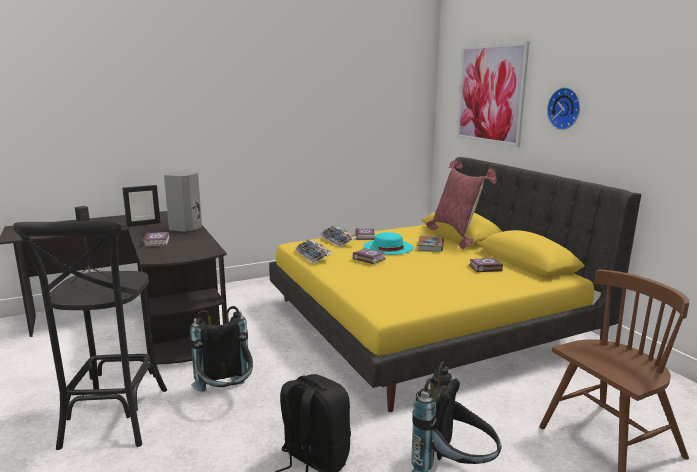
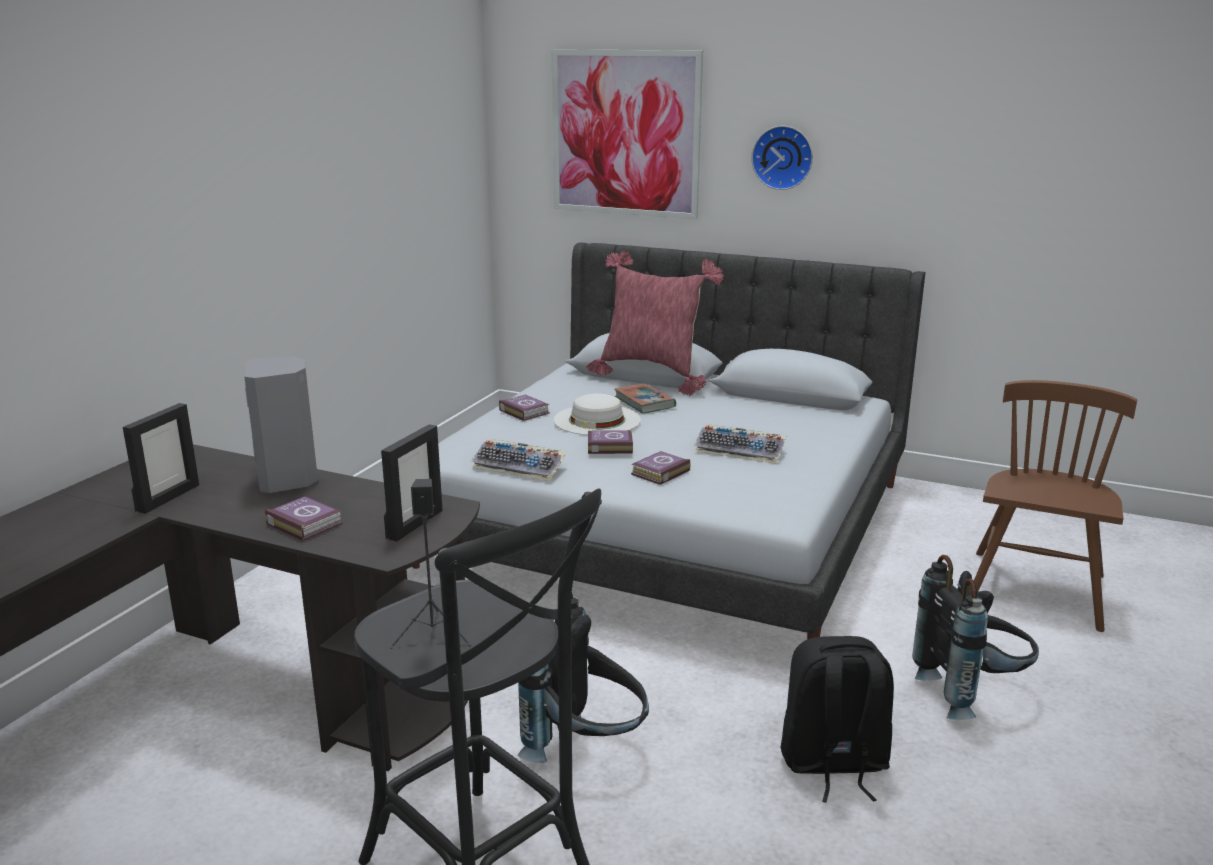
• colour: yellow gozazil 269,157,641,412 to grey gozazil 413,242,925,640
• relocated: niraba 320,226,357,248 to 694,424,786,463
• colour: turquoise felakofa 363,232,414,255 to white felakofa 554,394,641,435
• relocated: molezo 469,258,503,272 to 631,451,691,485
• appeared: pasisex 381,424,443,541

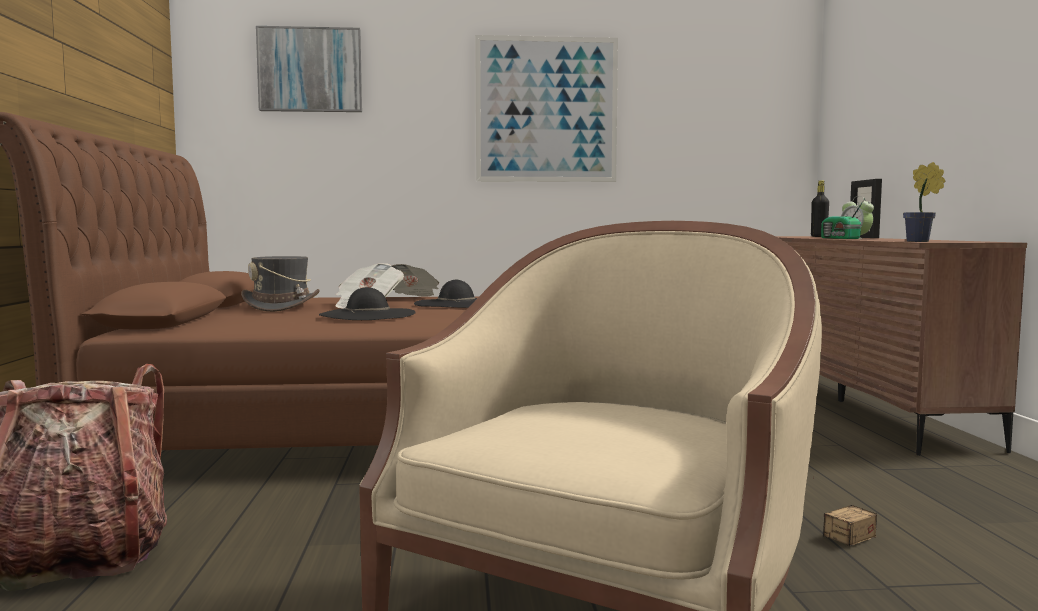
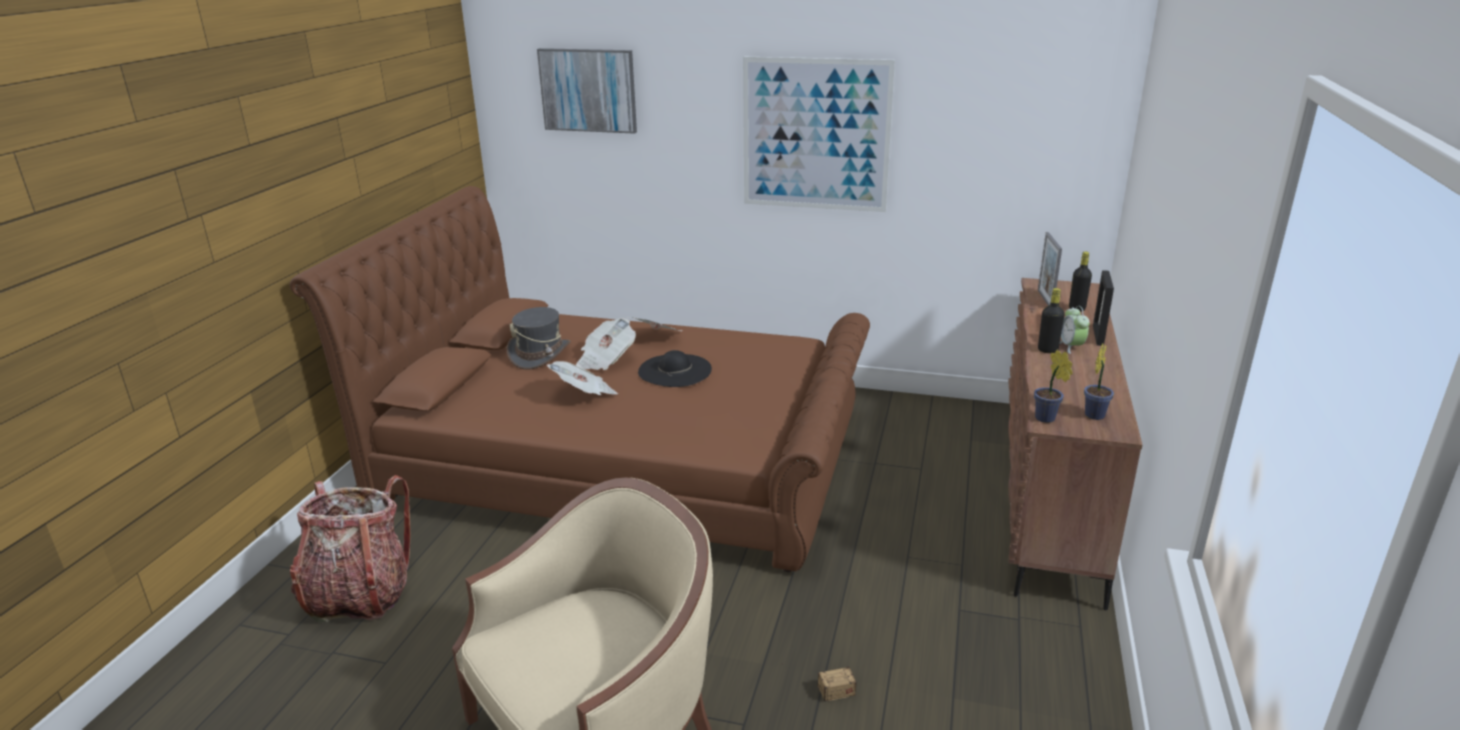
• exchanged: black felakofa 319,287,416,320 to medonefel 547,361,618,395
• exchanged: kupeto 821,200,864,239 to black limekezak 1038,288,1065,353
• appeared: pasisex 1038,232,1062,306
• appeared: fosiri 1084,344,1114,420

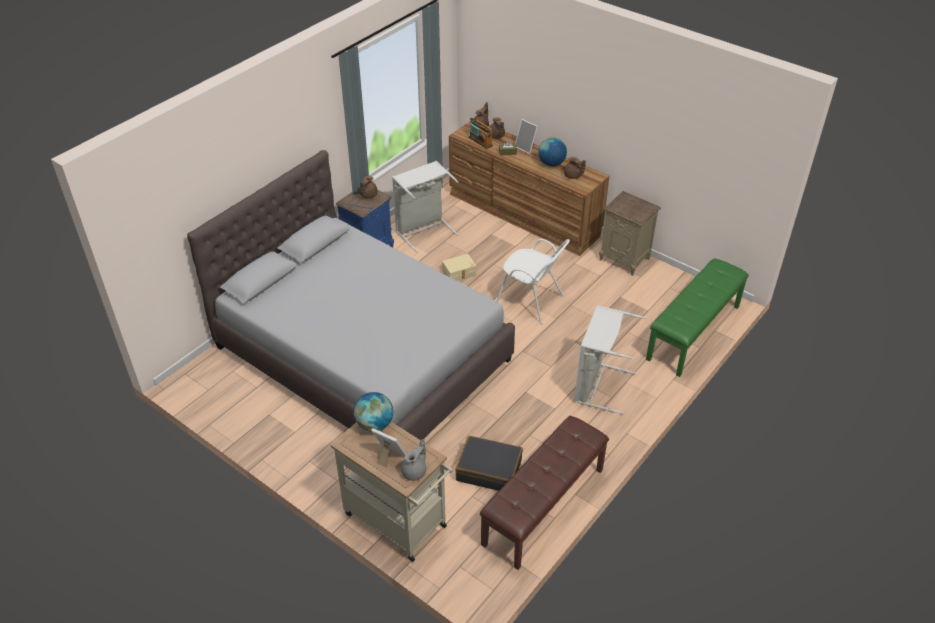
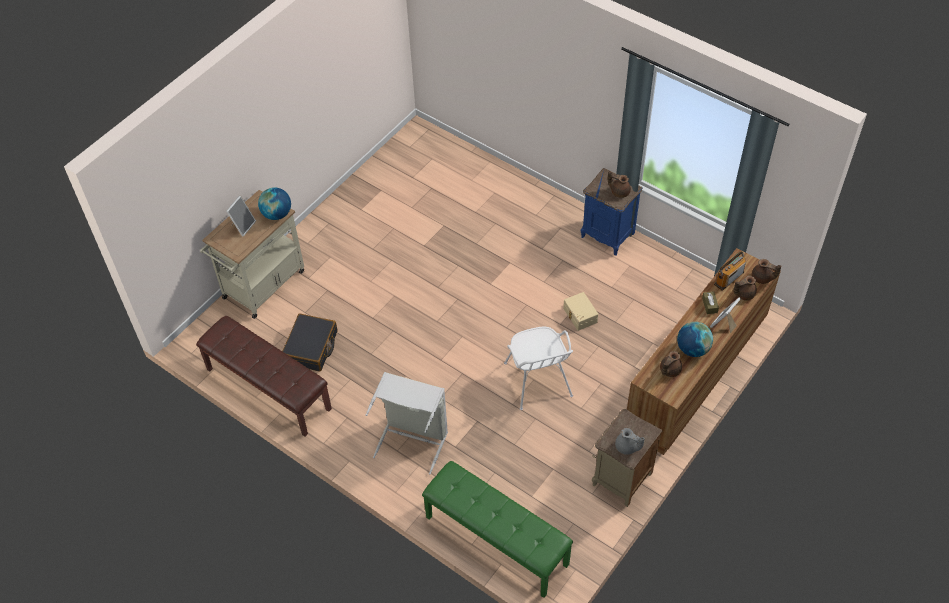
• missing: grey gozazil 187,150,515,440
• missing: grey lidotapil 392,161,459,253
• relocated: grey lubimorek 401,439,426,481 to 615,428,645,455
• spun: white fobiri 496,239,570,325 = 504,327,573,410 45 degrees counterclockwise

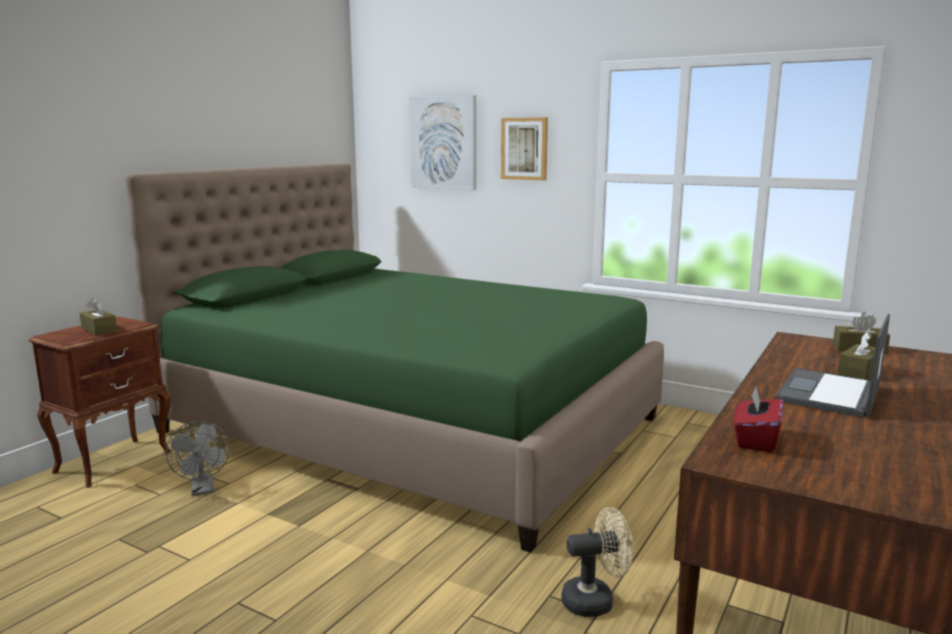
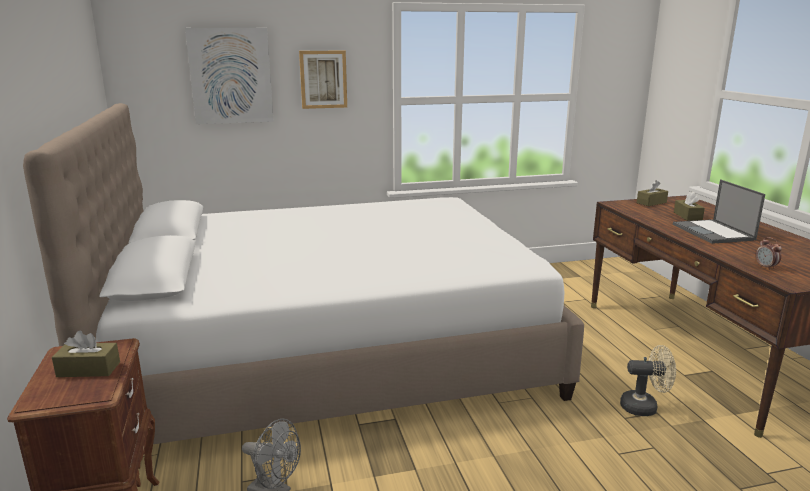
• colour: green gozazil 125,163,664,553 to white gozazil 23,103,584,444
• spun: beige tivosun 562,507,634,617 = 620,345,676,416 60 degrees clockwise
• exchanged: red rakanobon 734,387,784,452 to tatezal 756,237,782,270

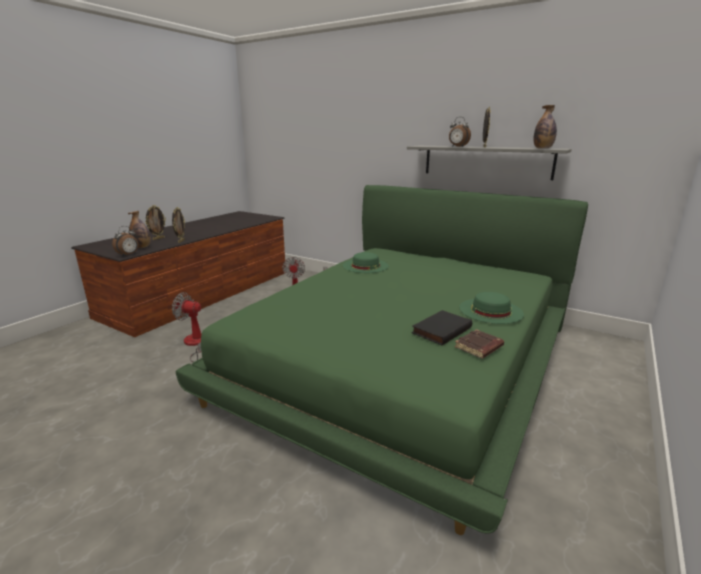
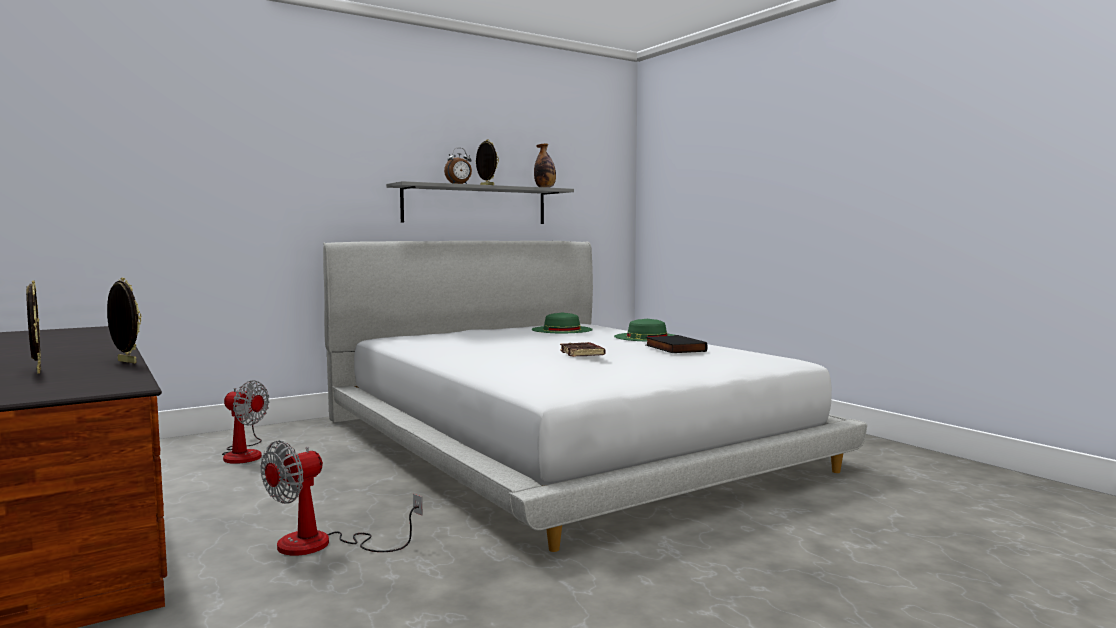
• missing: tatezal 112,226,138,257
• missing: limekezak 128,211,151,248
• colour: green gozazil 176,185,588,535 to white gozazil 323,241,867,552
• relocated: green felakofa 343,252,389,273 to 532,313,593,333
• relocated: brown molezo 454,329,504,358 to 560,342,606,357

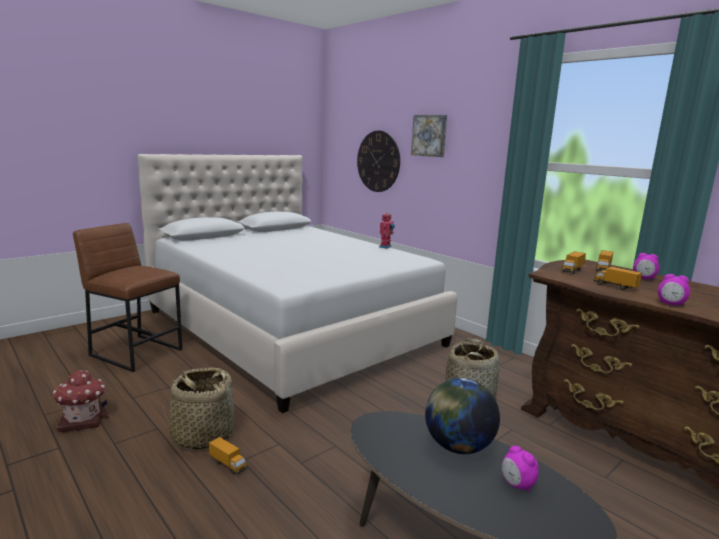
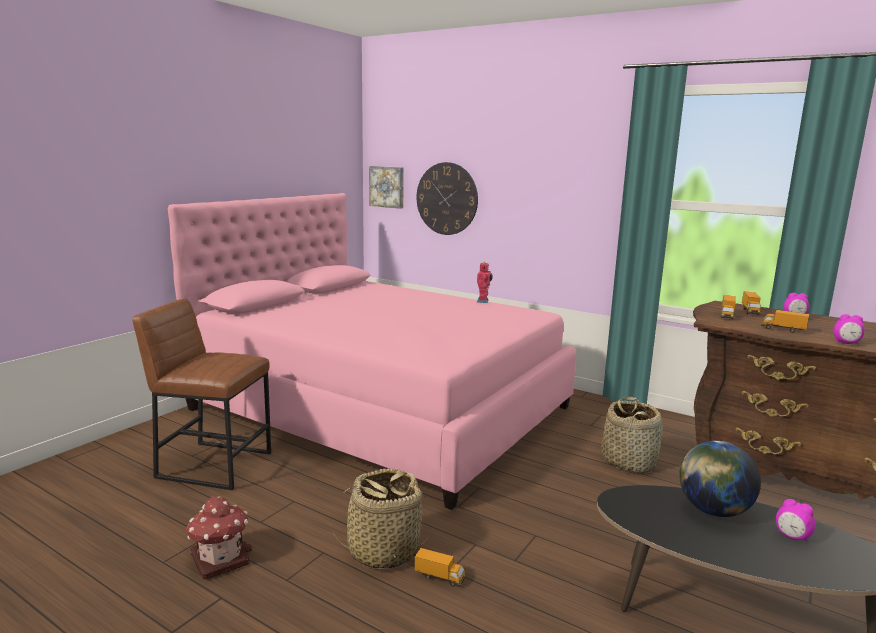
• colour: white gozazil 137,154,458,413 to pink gozazil 168,193,576,510
• relocated: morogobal 411,115,447,157 to 369,166,404,209

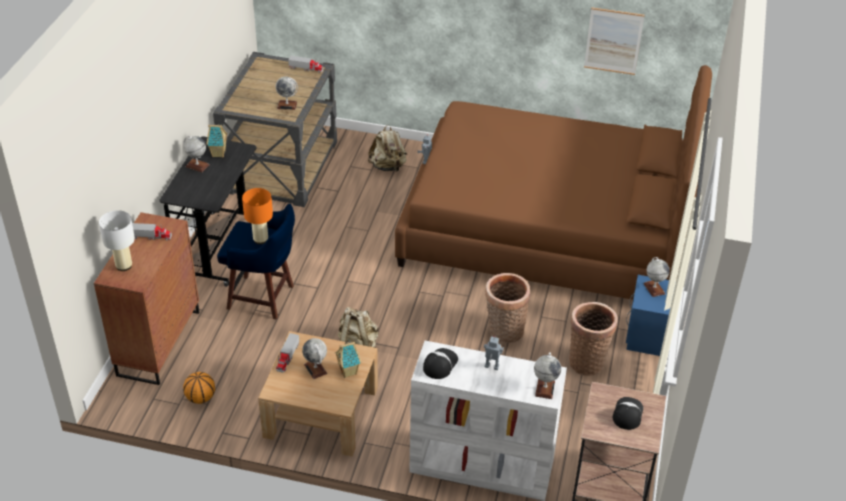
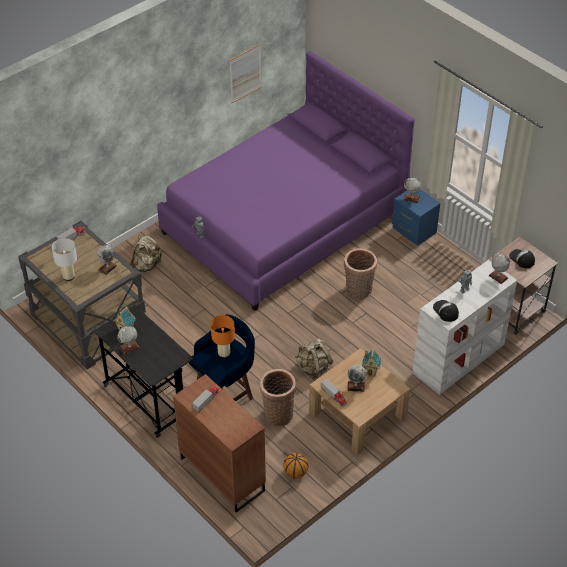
• relocated: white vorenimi 99,210,135,271 to 52,238,77,281
• colour: brown gozazil 395,65,712,300 to purple gozazil 157,51,415,311
• relocated: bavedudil 569,302,618,376 to 260,369,296,426

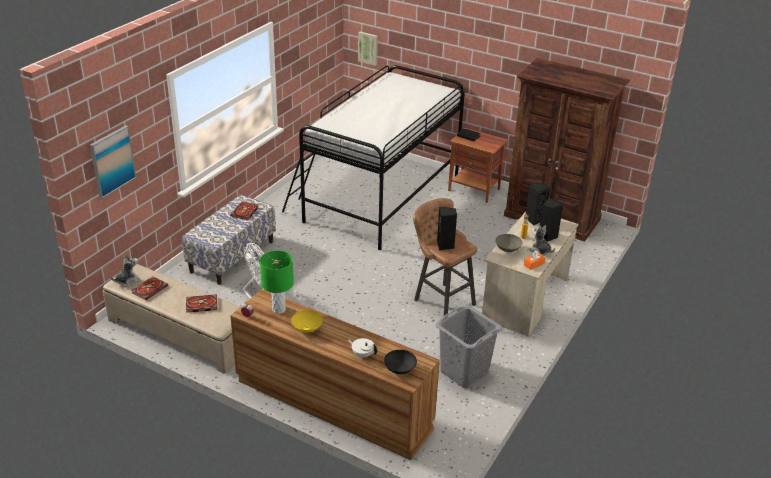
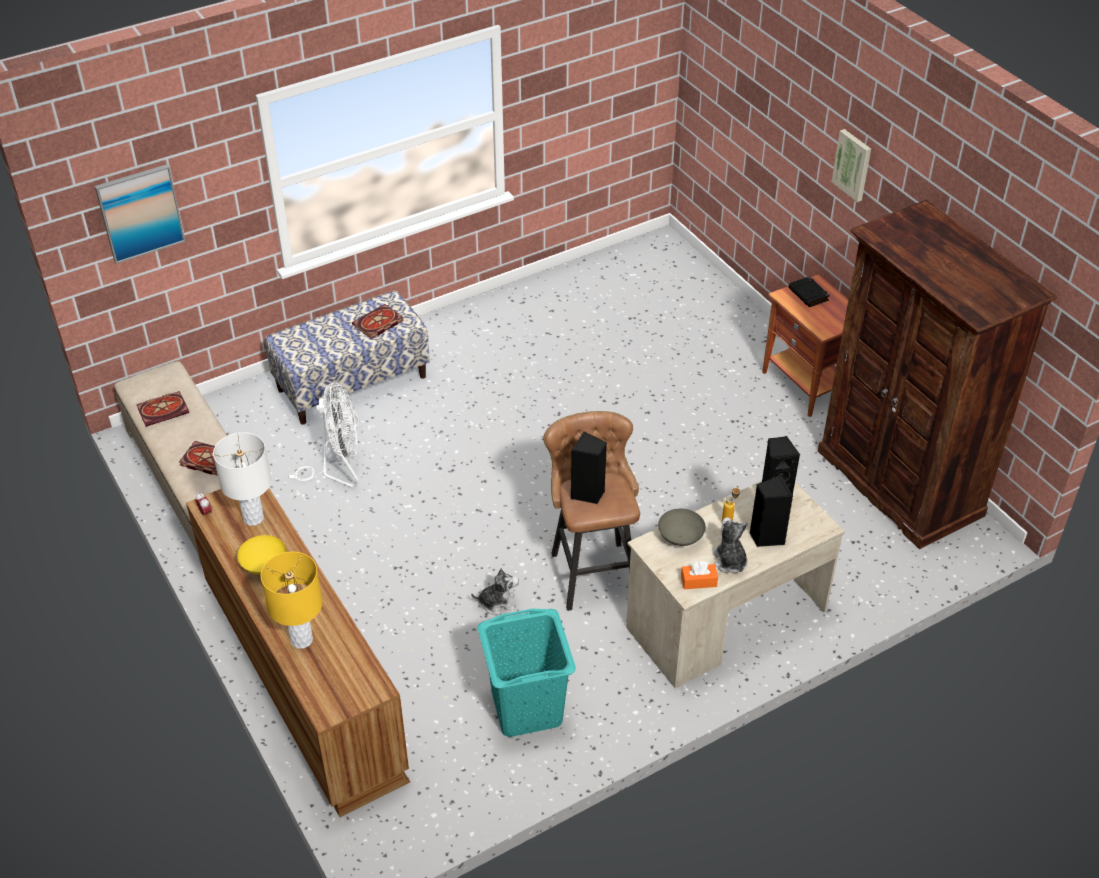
• relocated: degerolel 111,254,140,287 to 471,568,519,615
• colour: green vorenimi 260,250,294,314 to white vorenimi 213,432,271,526
• missing: black gozazil 282,65,465,250
• exchanged: white lubimorek 348,338,377,358 to yellow vorenimi 261,552,323,649
• relocated: morogobal 358,32,378,66 to 832,129,871,202
• missing: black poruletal 384,350,417,374
• colour: grey lidotapil 435,305,503,388 to turquoise lidotapil 477,609,576,737

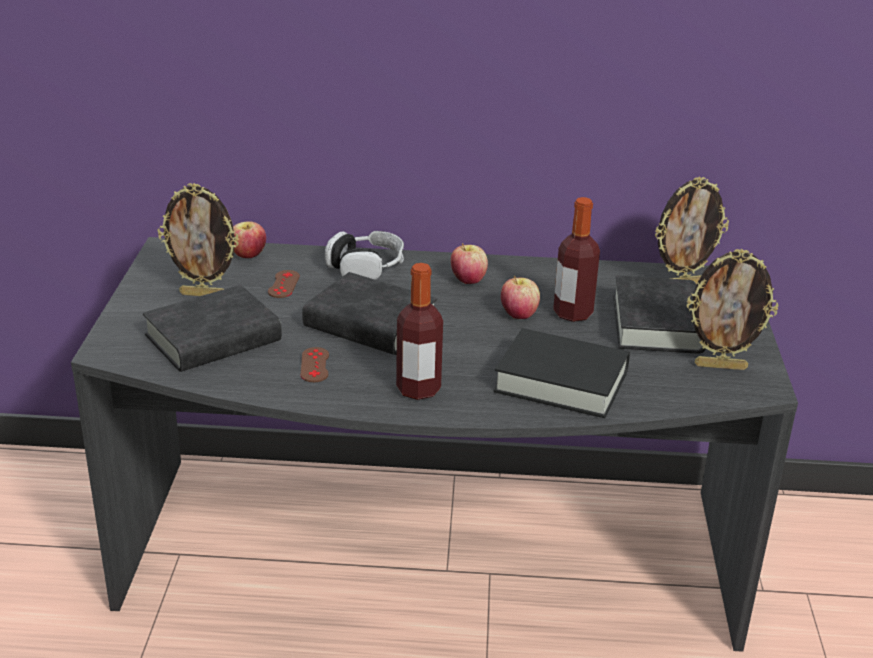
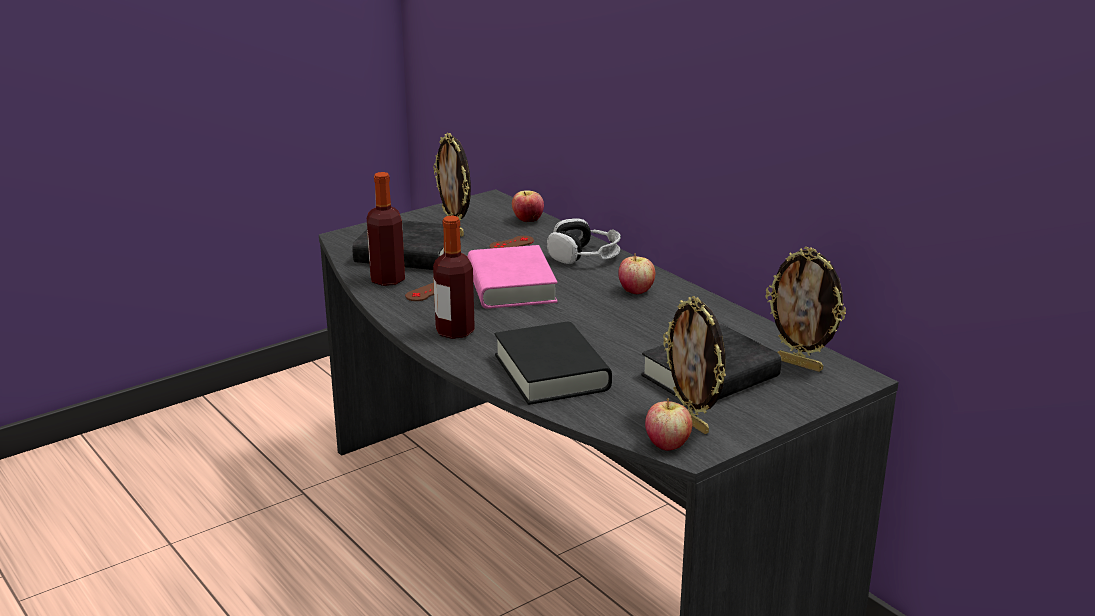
• colour: black molezo 302,272,437,355 to pink molezo 467,245,557,309
• relocated: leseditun 501,276,540,319 to 645,398,692,451
• relocated: limekezak 553,197,600,322 to 367,172,405,286

